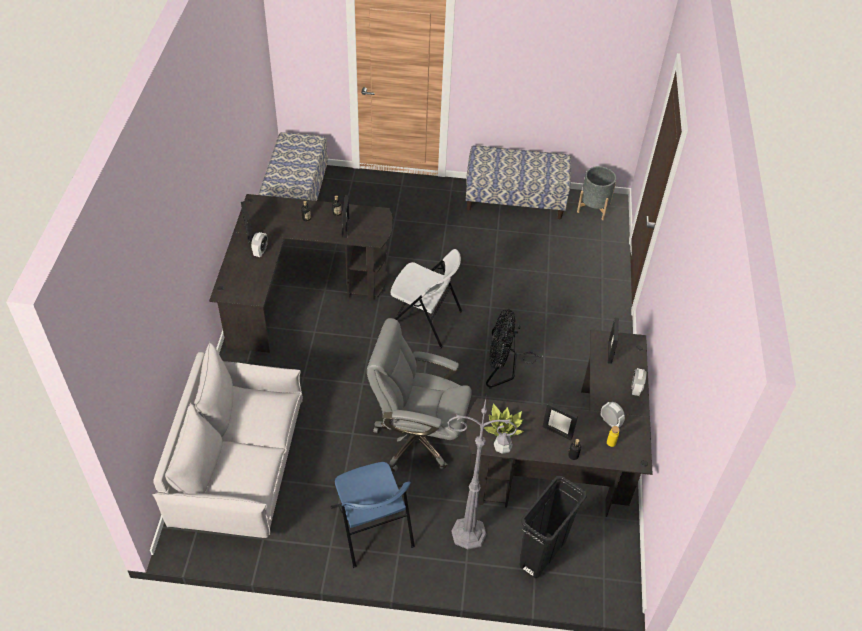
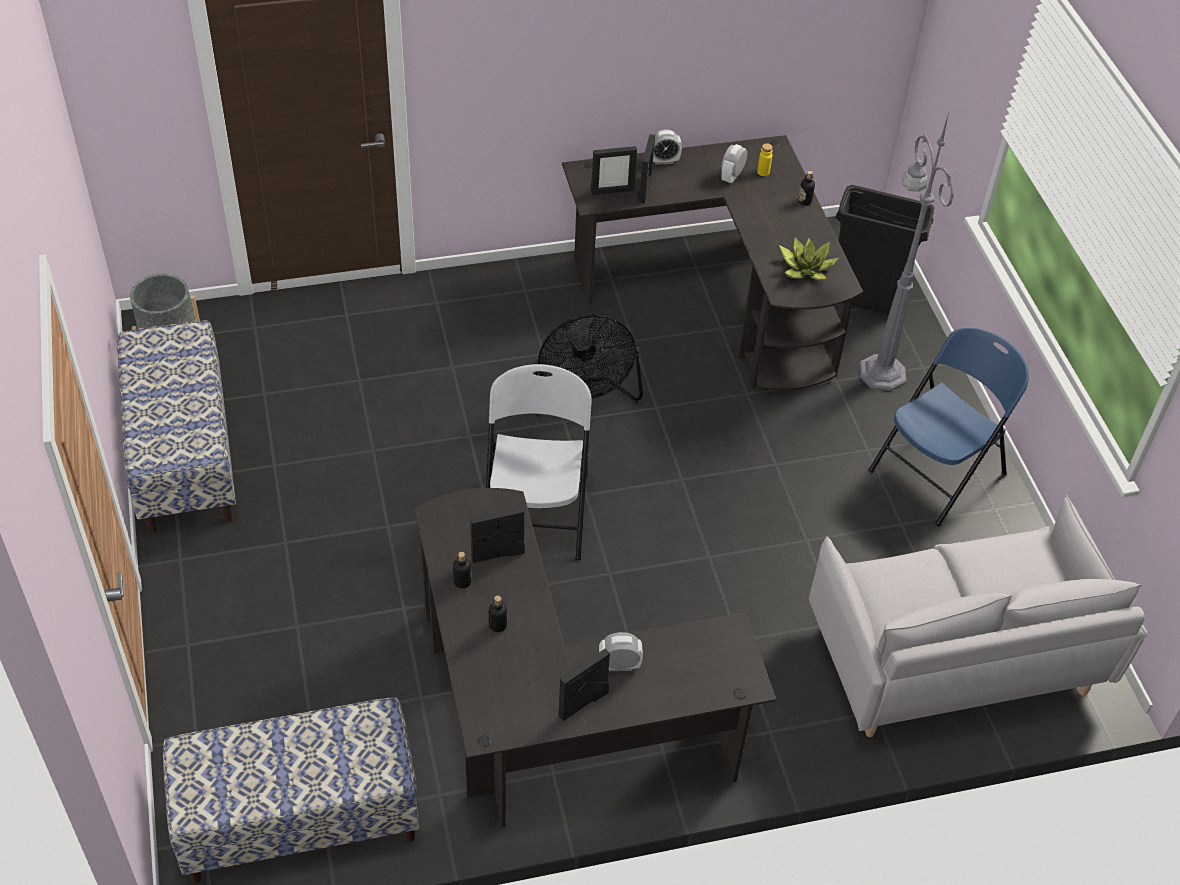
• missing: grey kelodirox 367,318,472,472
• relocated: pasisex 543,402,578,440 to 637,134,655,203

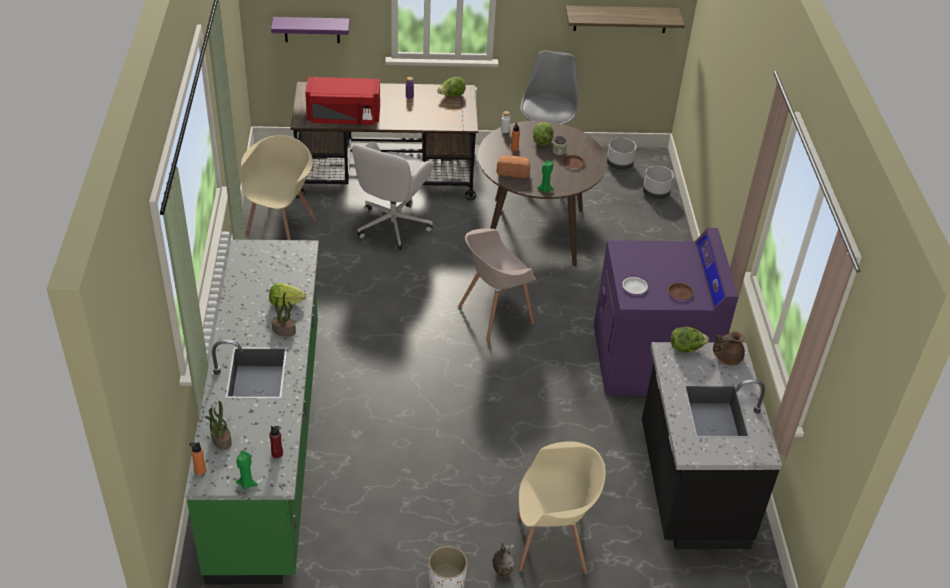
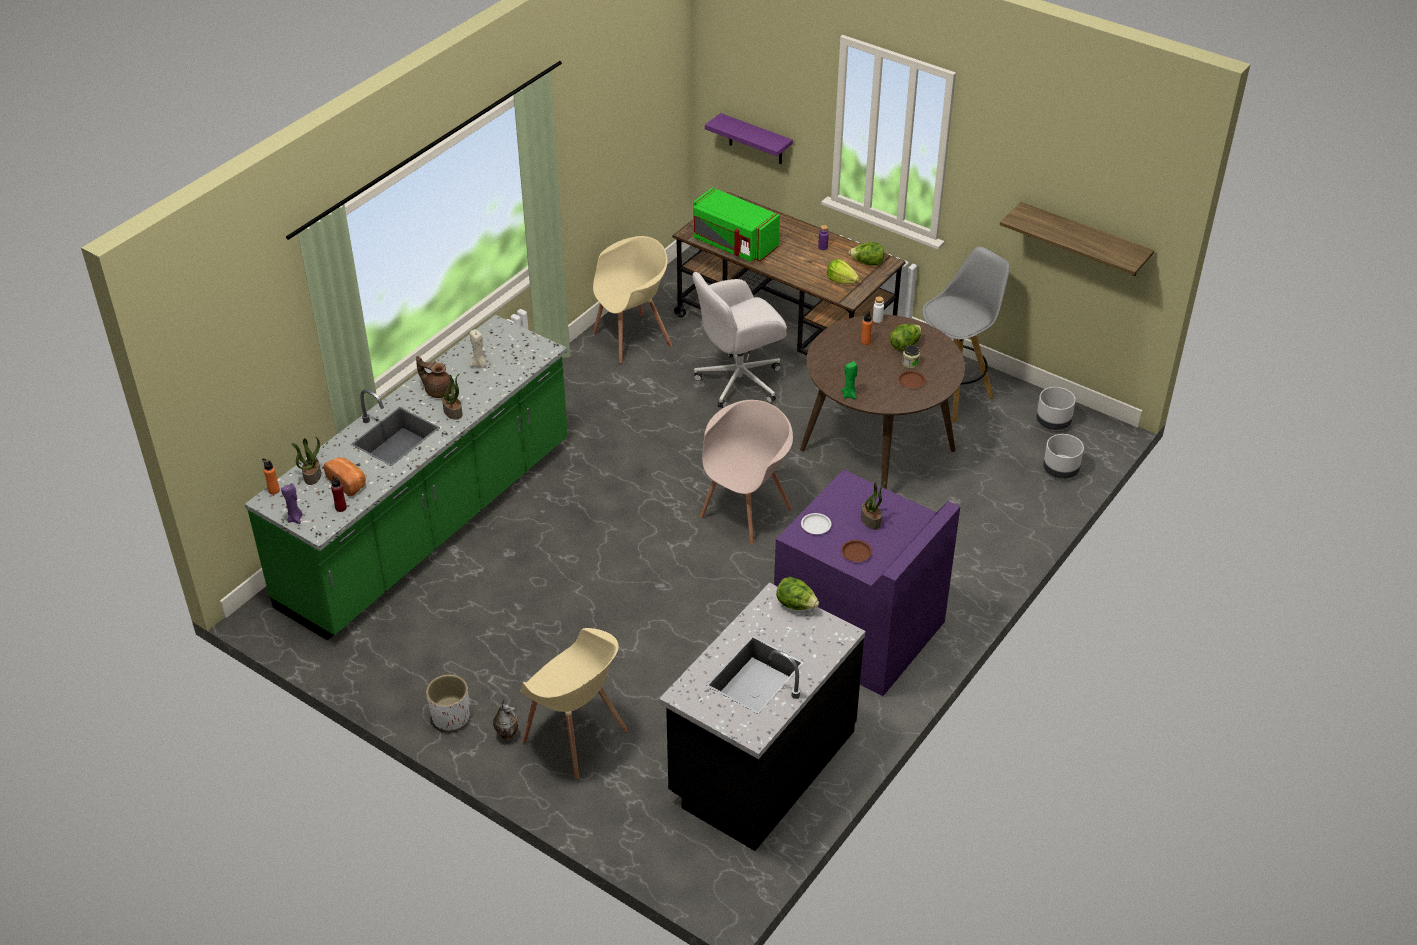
• colour: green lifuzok 236,450,258,490 to purple lifuzok 281,483,303,524
• relocated: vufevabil 269,283,306,307 to 827,259,860,284
• colour: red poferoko 305,77,380,125 to green poferoko 693,187,780,262
• spun: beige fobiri 458,229,536,342 = 700,400,793,544 120 degrees clockwise
• relocated: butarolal 497,155,530,178 to 324,457,366,496
• relocated: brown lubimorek 713,331,745,365 to 416,356,451,398
• appeared: beige lifuzok 470,329,488,368
• appeared: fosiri 861,482,886,530

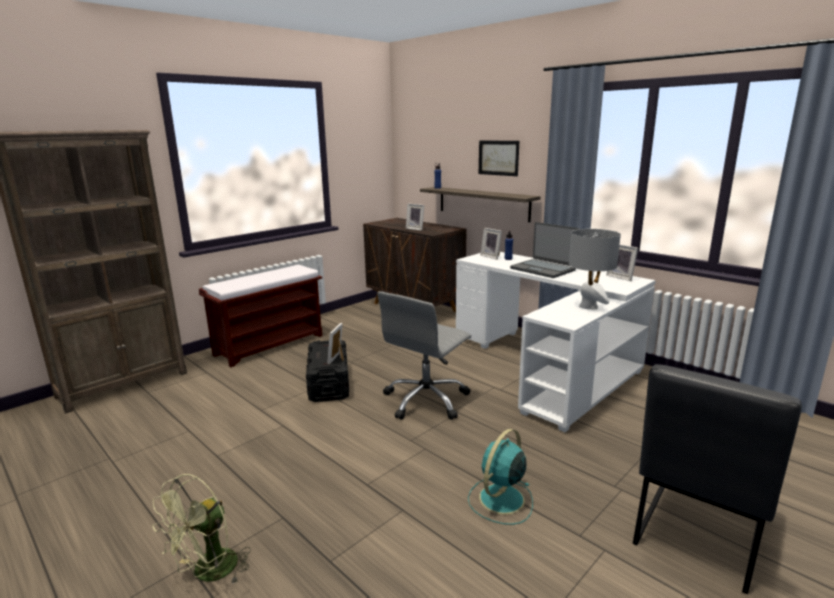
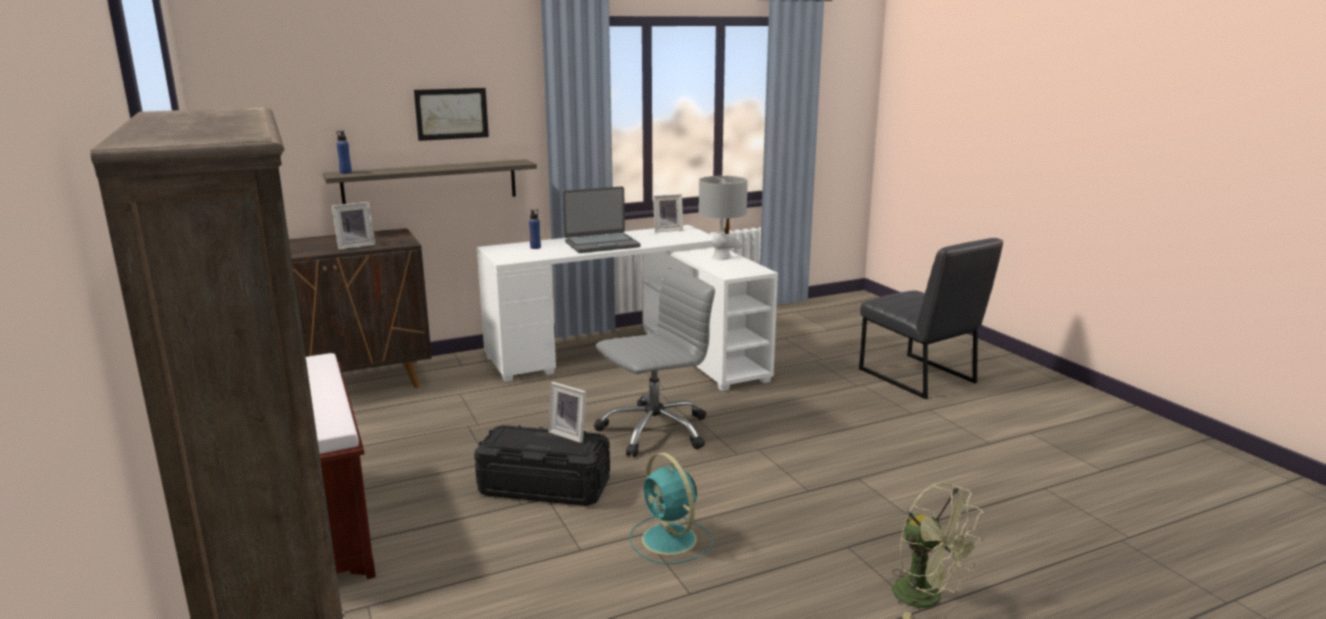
• spun: grey kelodirox 377,291,471,420 = 594,269,715,457 90 degrees counterclockwise
• relocated: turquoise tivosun 468,429,533,525 to 629,453,713,564
• missing: pasisex 480,228,502,260

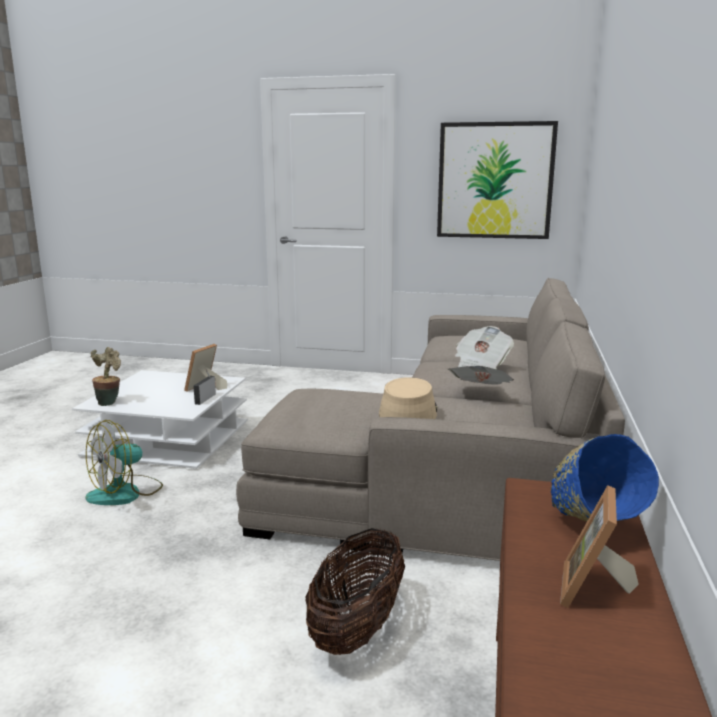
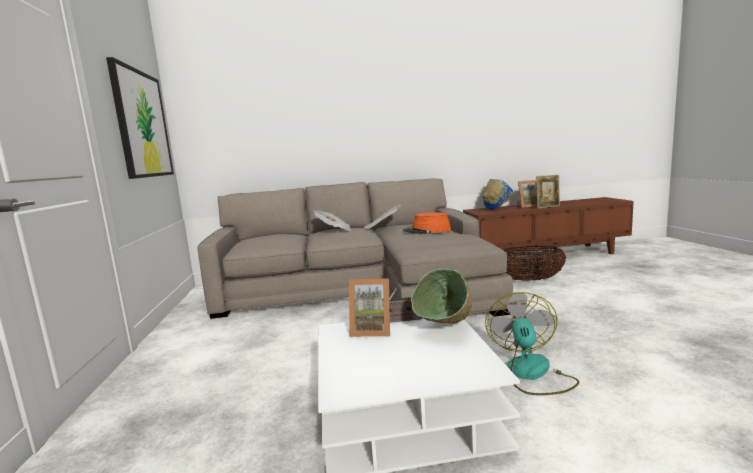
• spun: tivosun 85,420,163,505 = 485,292,579,395 105 degrees counterclockwise
• missing: fosiri 91,347,121,406
• colour: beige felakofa 379,377,437,419 to orange felakofa 403,212,451,234
• appeared: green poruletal 411,268,472,323
• appeared: pasisex 536,175,560,209

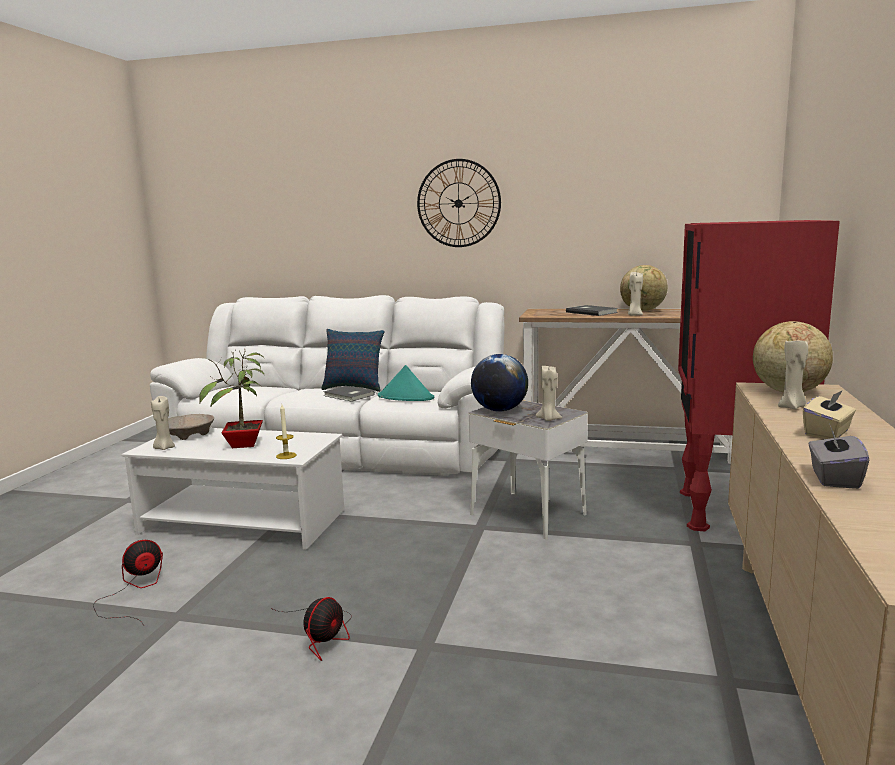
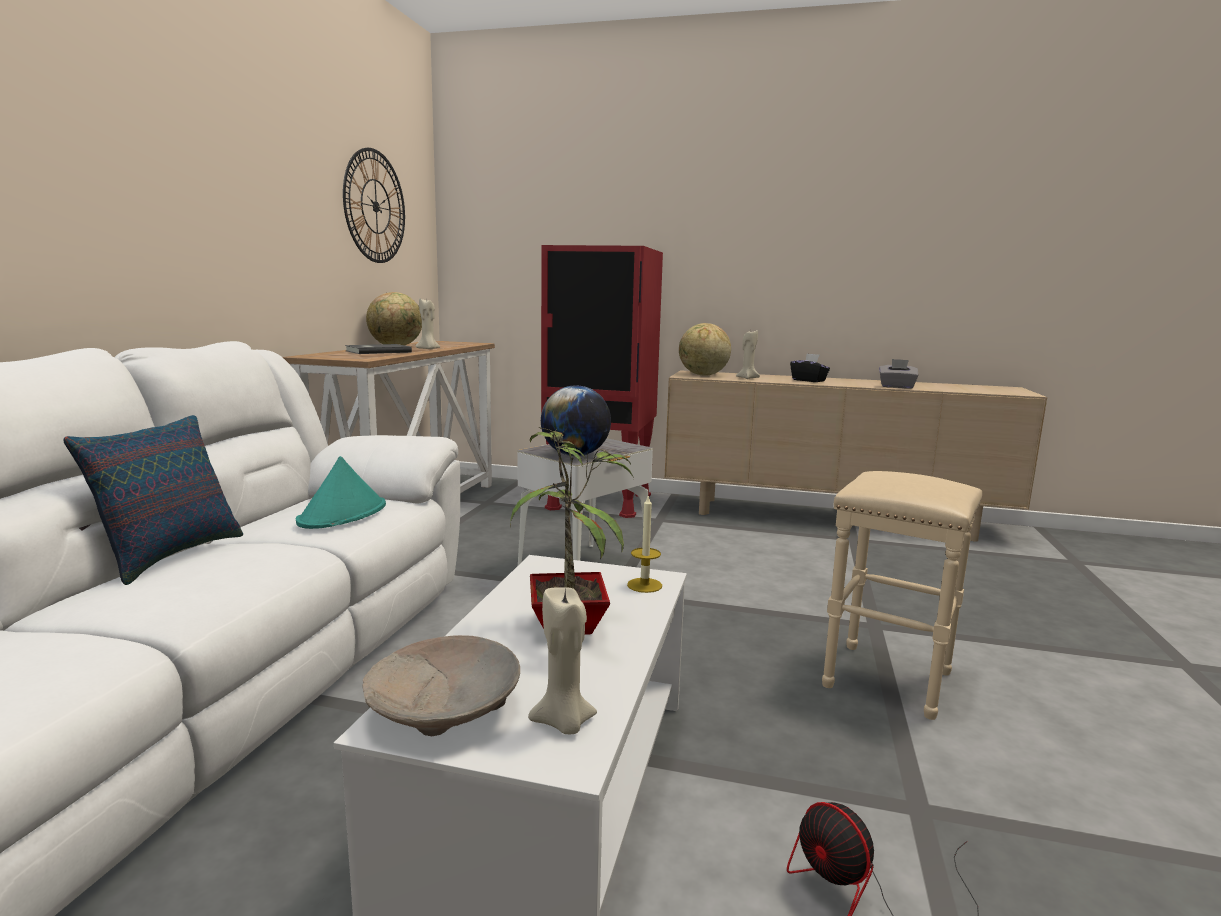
• exchanged: tivosun 271,597,352,661 to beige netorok 822,471,982,720
• missing: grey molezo 323,386,375,402
• relocated: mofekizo 417,159,501,247 to 343,148,405,263
• missing: beige lifuzok 536,366,562,421
• colour: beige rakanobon 803,390,856,439 to black rakanobon 790,354,830,382

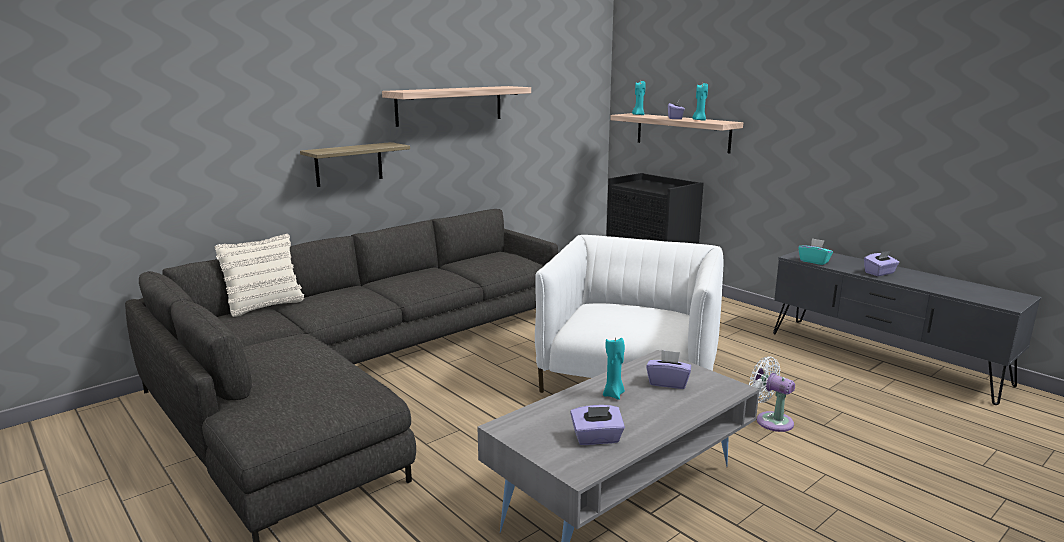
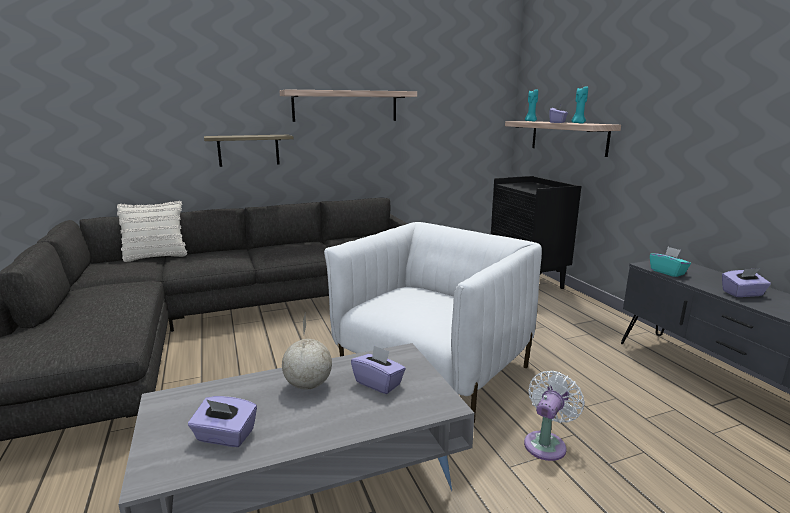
• exchanged: turquoise lifuzok 603,336,625,400 to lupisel 282,314,332,390
• spun: white tivosun 749,356,795,432 = 524,370,585,461 60 degrees clockwise

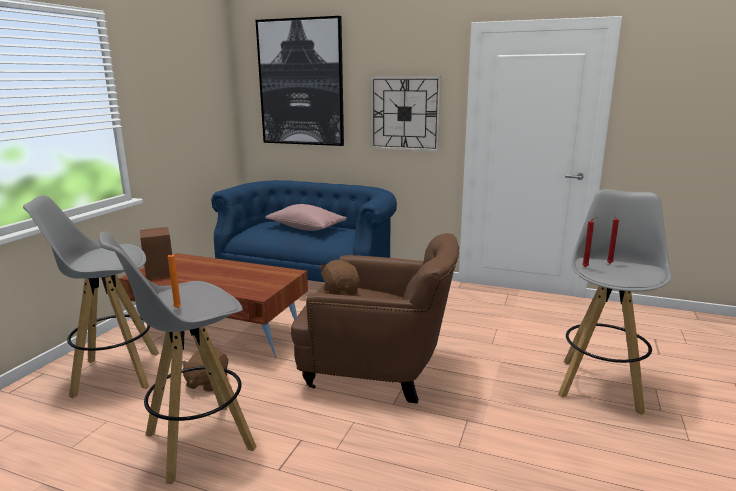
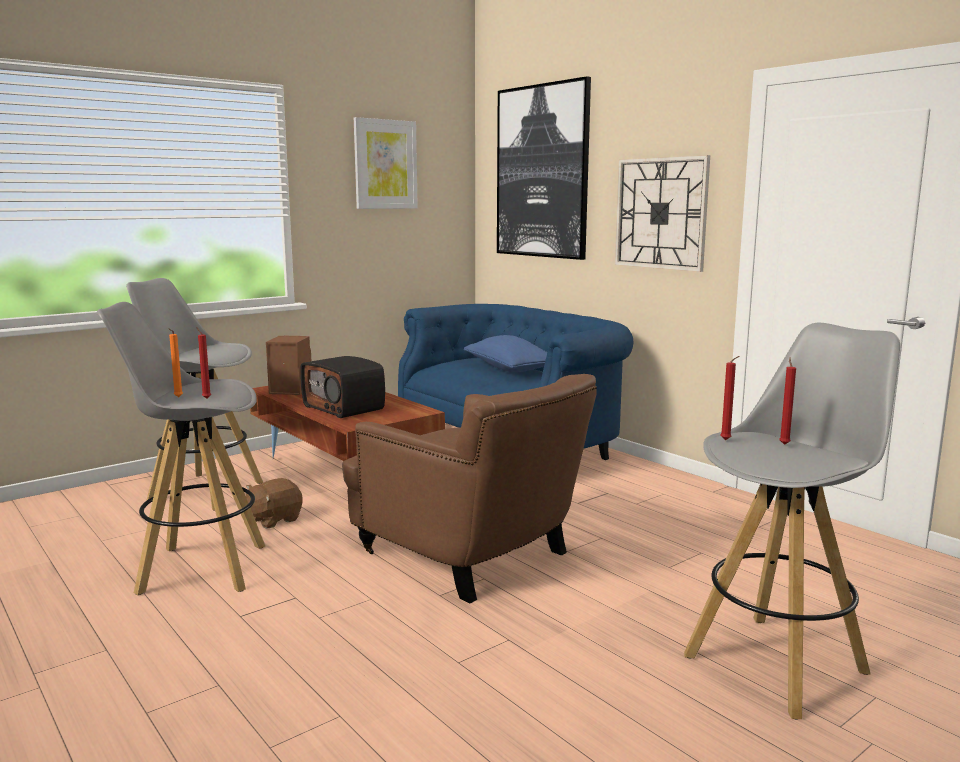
• colour: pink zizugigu 265,204,347,231 to blue zizugigu 464,335,547,372
• missing: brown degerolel 319,260,359,295
• appeared: red lifuzok 196,327,211,399
• appeared: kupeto 300,356,385,418
• appeared: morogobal 354,117,418,209

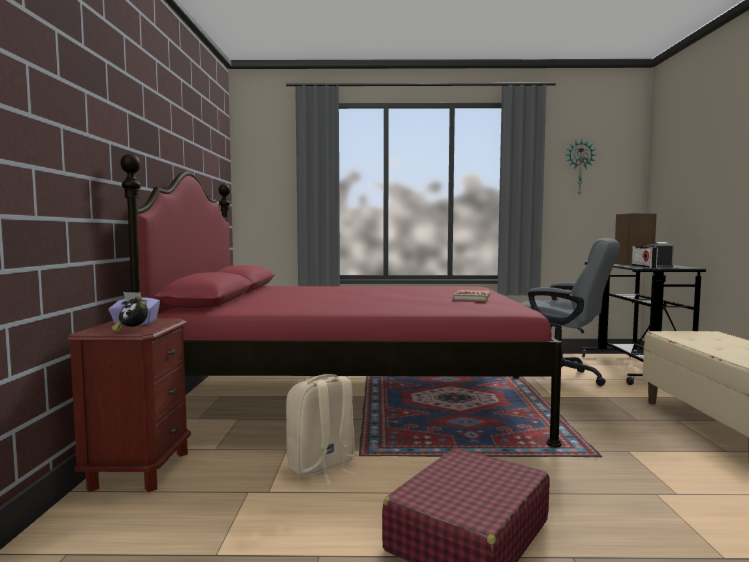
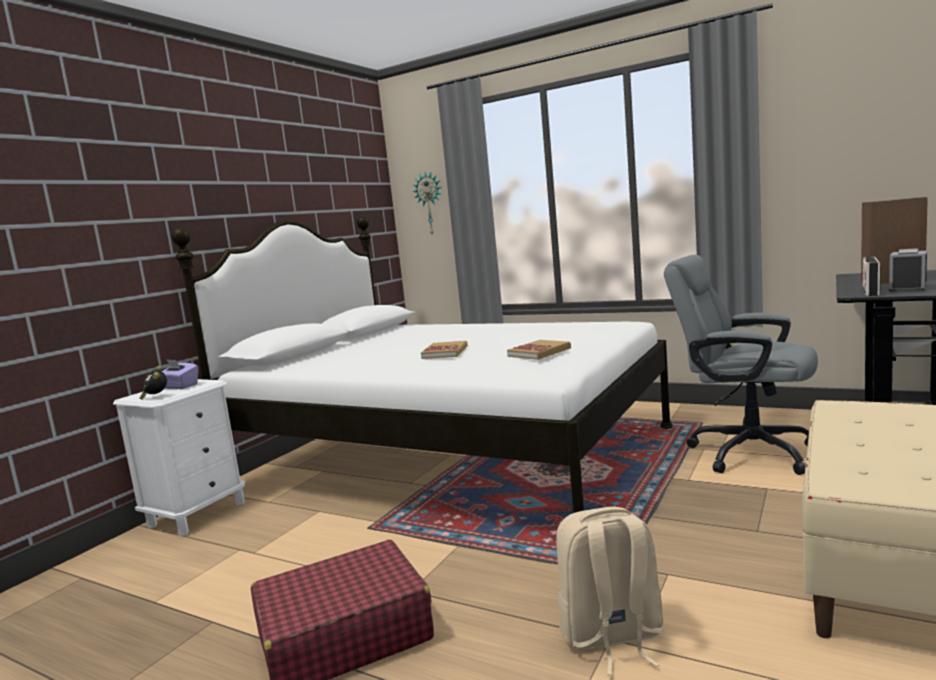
• colour: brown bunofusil 68,319,191,492 to white bunofusil 113,379,245,536
• colour: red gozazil 120,154,562,448 to white gozazil 172,216,673,513
• relocated: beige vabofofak 286,374,358,484 to 556,507,665,676
• spun: grey kelodirox 512,238,620,389 = 664,255,818,475 150 degrees clockwise
• relocated: mofekizo 567,139,595,196 to 413,172,442,234
• appeared: molezo 421,341,468,359

